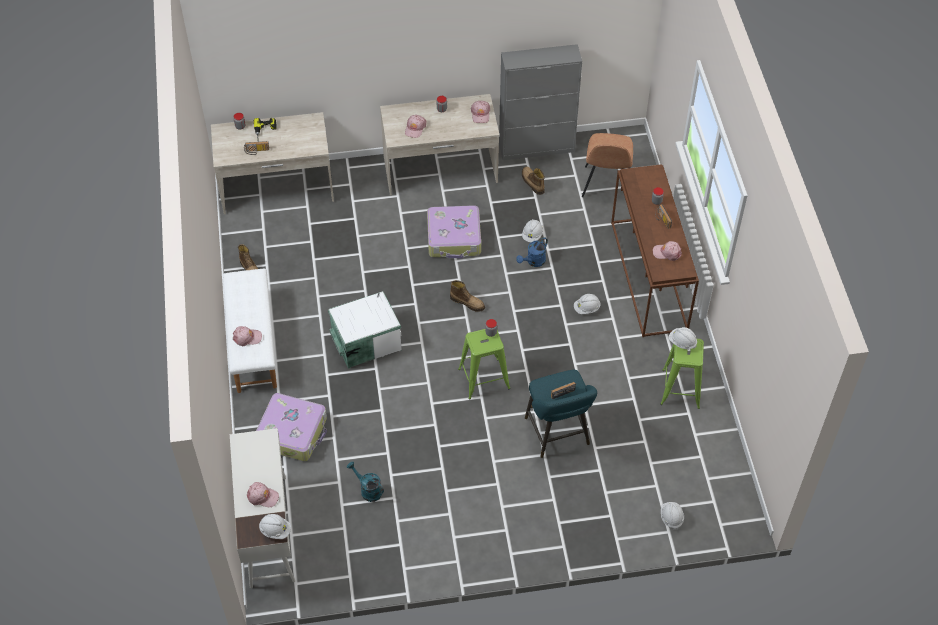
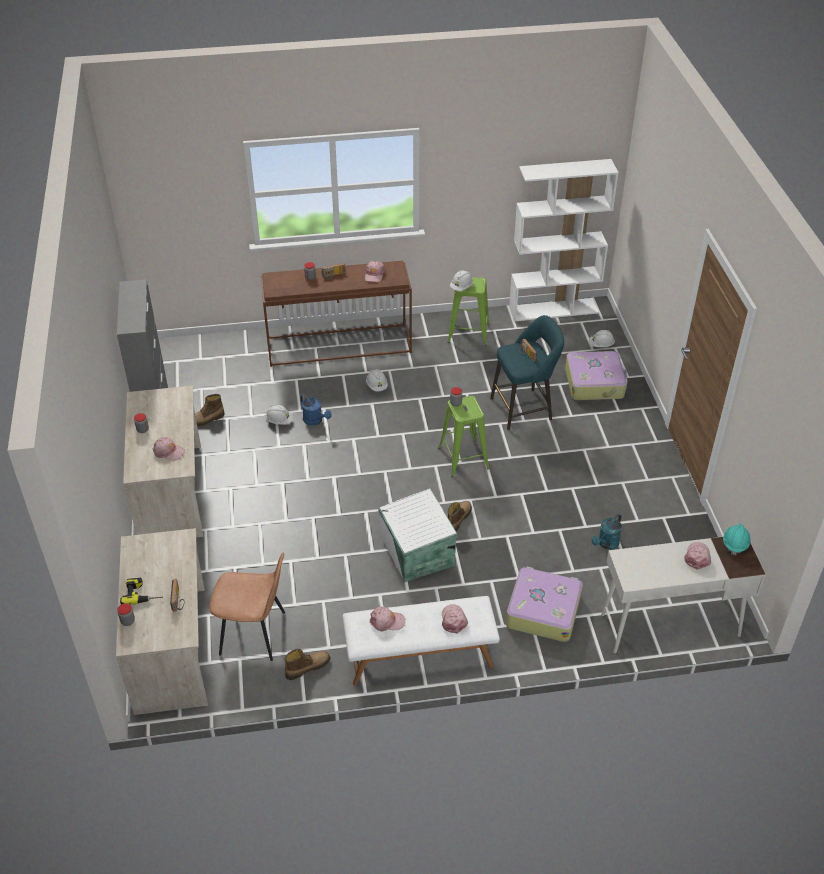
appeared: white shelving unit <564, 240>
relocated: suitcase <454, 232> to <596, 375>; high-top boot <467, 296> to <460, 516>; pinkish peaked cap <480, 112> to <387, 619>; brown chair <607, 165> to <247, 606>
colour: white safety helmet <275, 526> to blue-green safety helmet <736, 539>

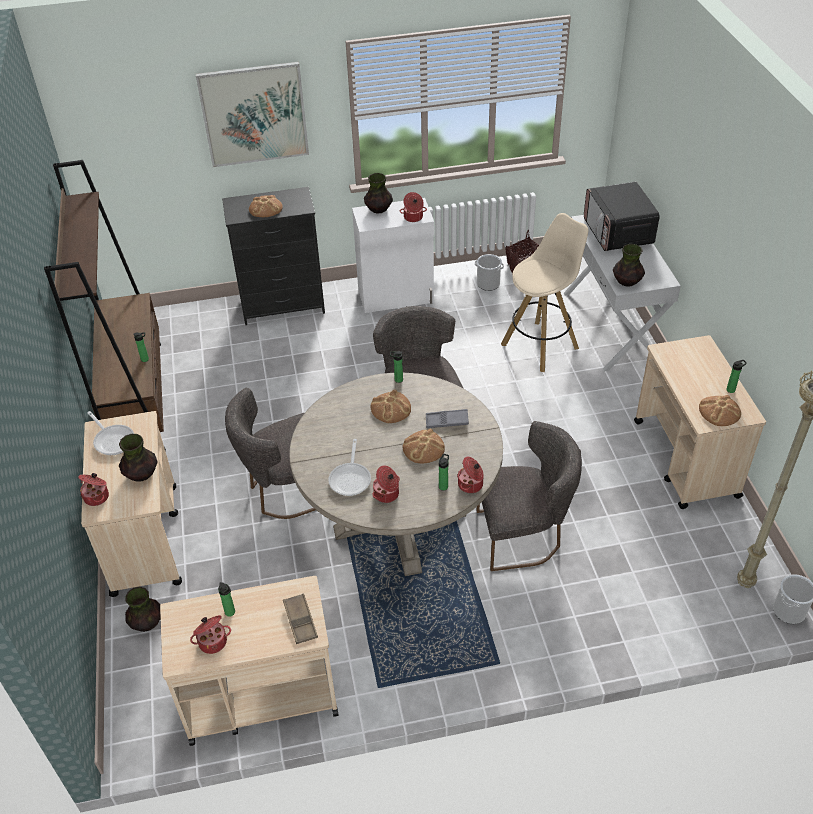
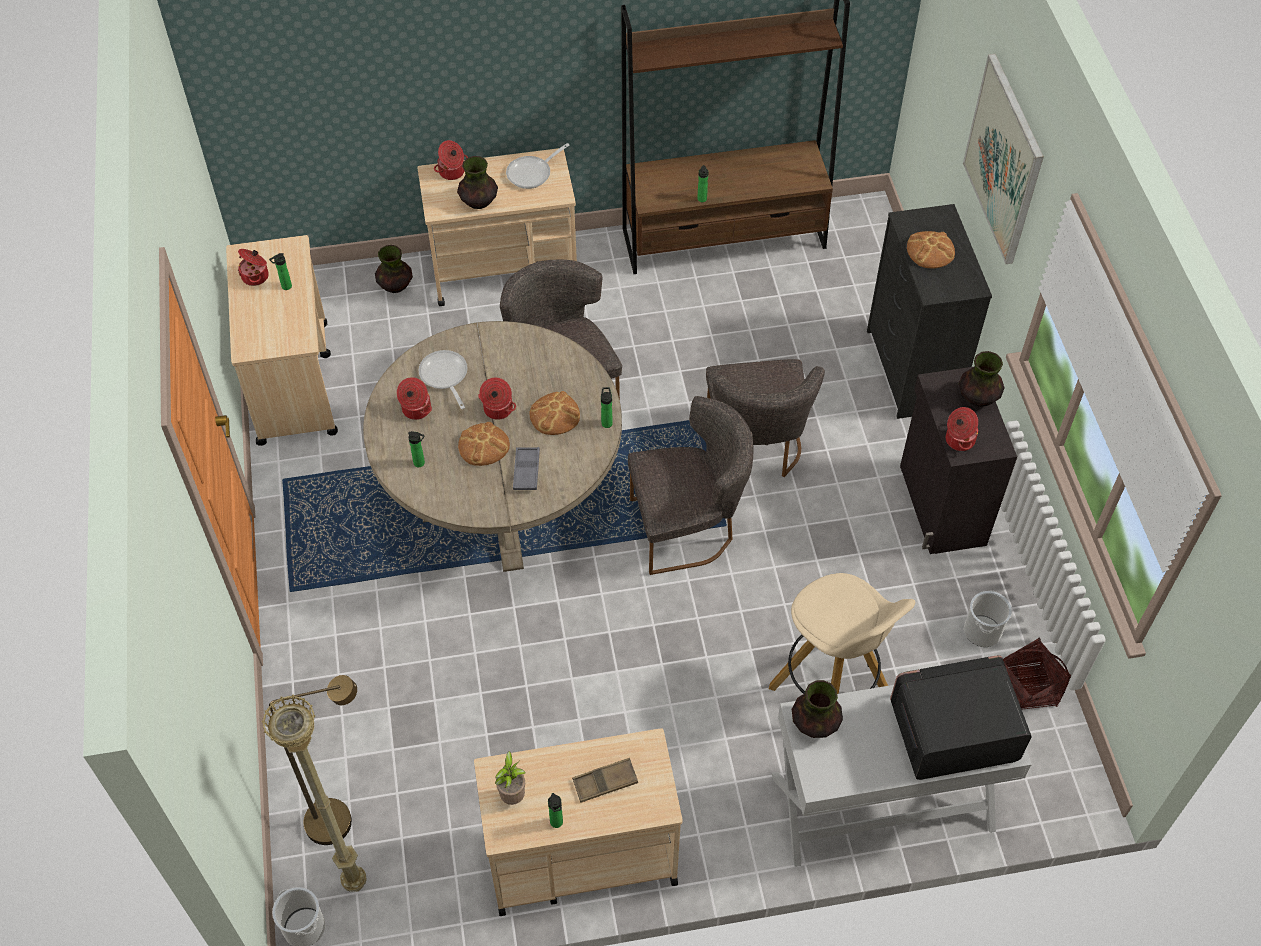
appeared: brown floor lamp <313, 760>
relocated: brown carrying tray <300, 618> to <605, 780>; stockpot <470, 475> to <497, 399>; greyish chair <529, 496> to <765, 418>
exchanged: bakery bread <720, 410> to houseplant <510, 778>
colour: white cabinet <393, 255> to black-coloured cabinet <958, 460>
spun: skillet <349, 467> = <443, 379> 60 degrees clockwise

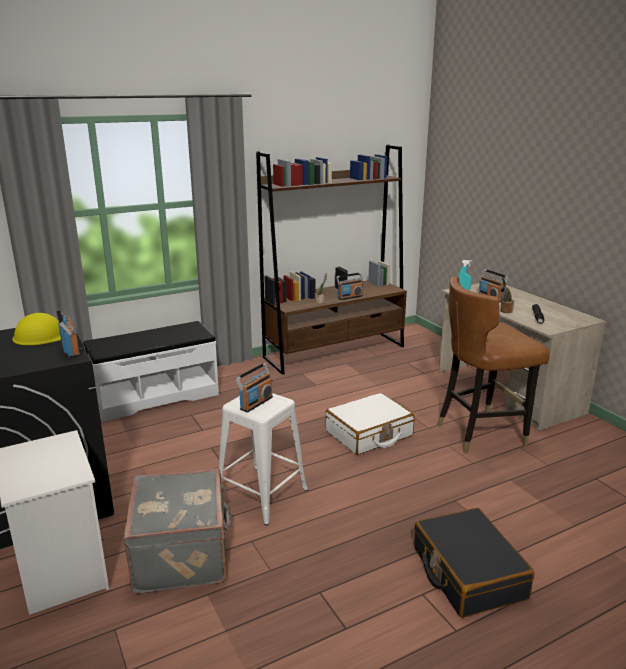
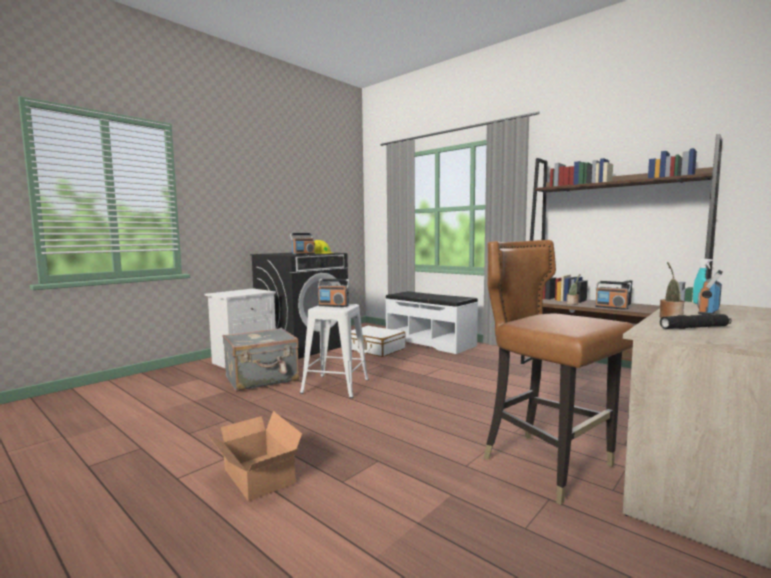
relocated: white suitcase <370, 424> to <378, 341>
exchanged: black-coloured suitcase <474, 563> to packing box <254, 456>

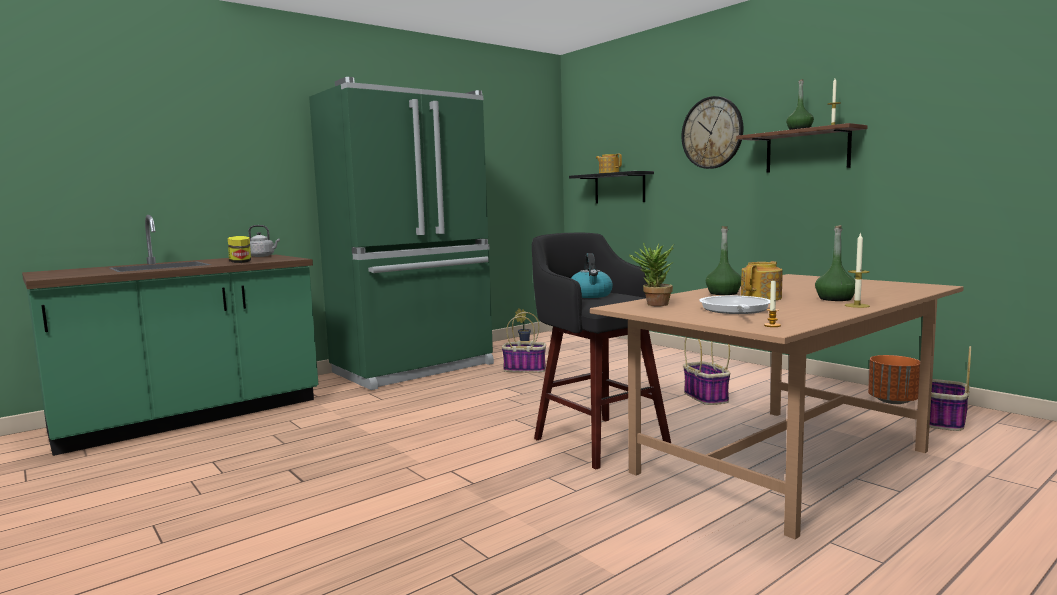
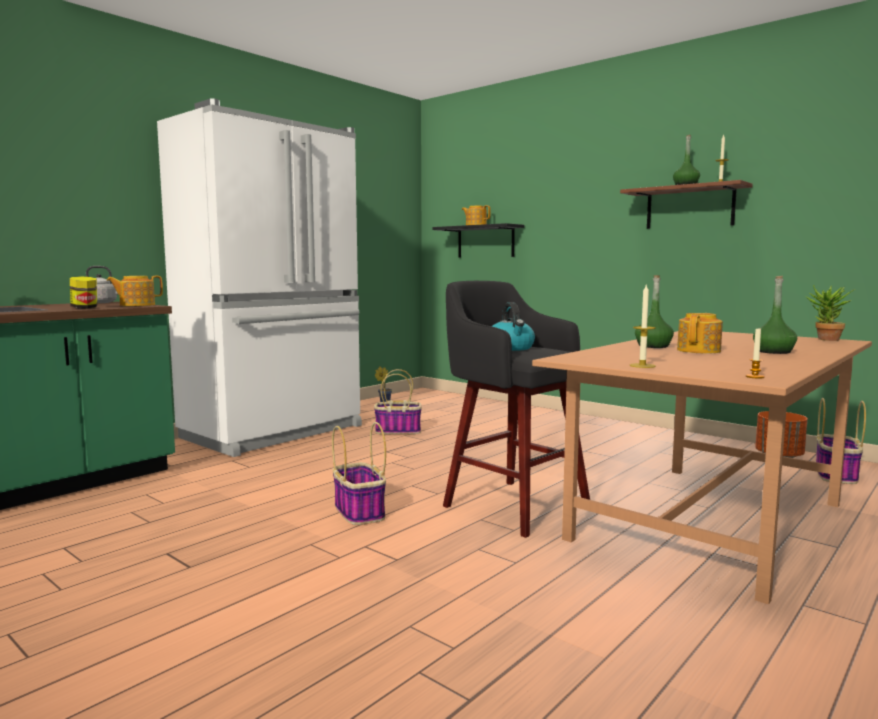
missing: clock on the wall <712, 132>; skillet <734, 305>
appeared: teapot <134, 291>
relocated: houseplant <651, 274> to <830, 313>; basket <706, 371> to <359, 473>; candle <857, 270> to <643, 326>
colour: green kitchen fridge <401, 233> to white kitchen fridge <259, 278>

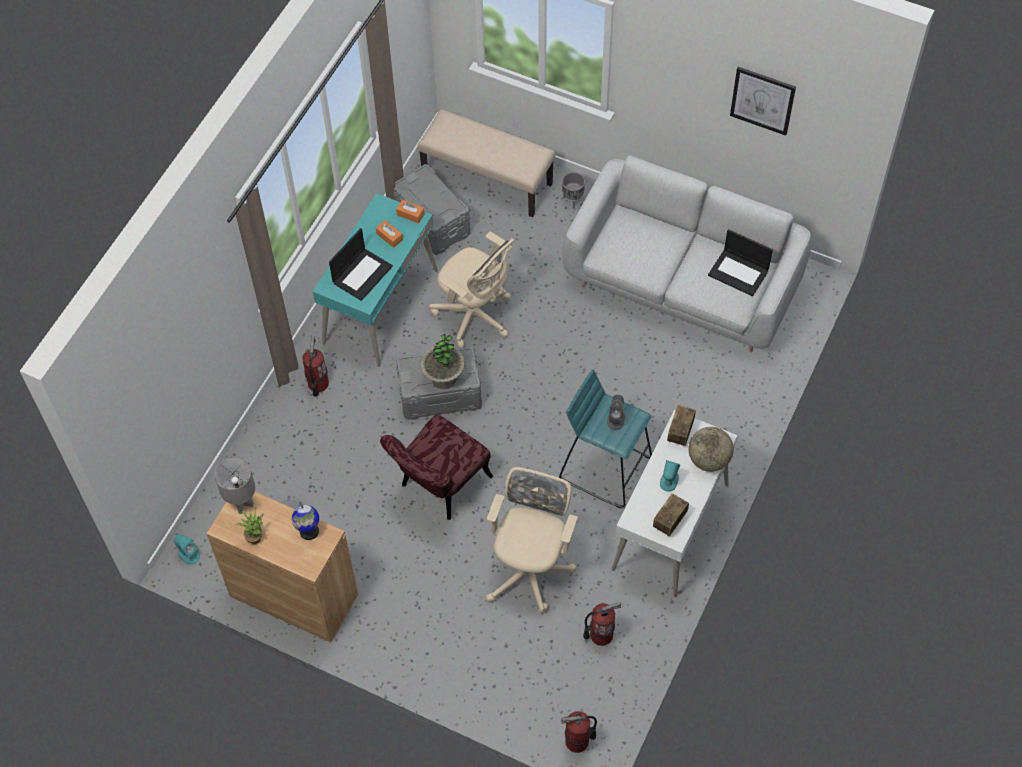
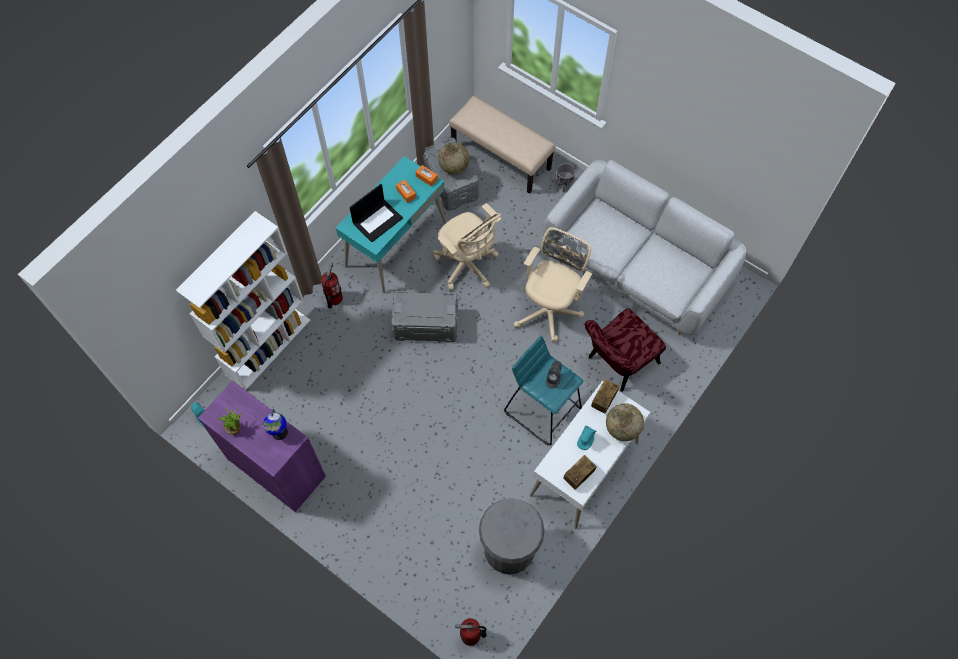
missing: greyish lamp for a table <235, 486>; houseplant <442, 361>; notebook computer <740, 262>; picture <763, 101>
appeared: white shelving unit <243, 300>; globe <453, 158>
relocated: red-coloured chair <436, 467> to <625, 350>; beige-coloured computer chair <532, 540> to <553, 285>
exchanged: fire-fighting cylinder <602, 624> to greyish waste bin <512, 536>
colour: brown cabinet <282, 567> to purple-coloured cabinet <262, 446>

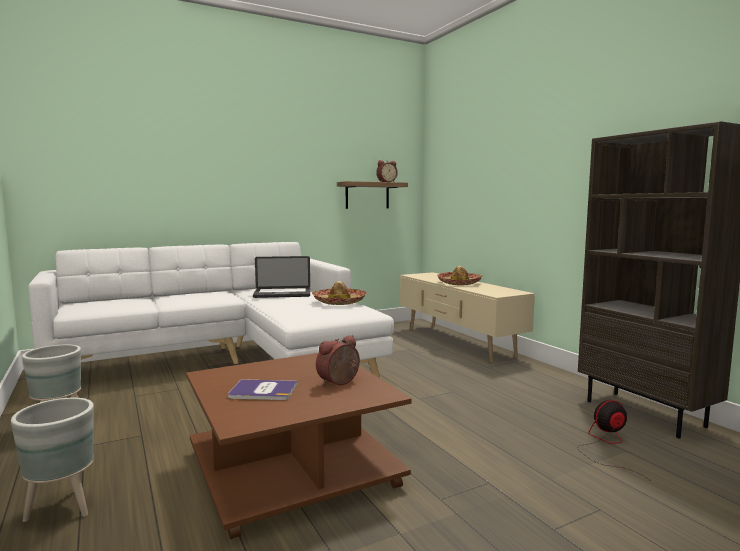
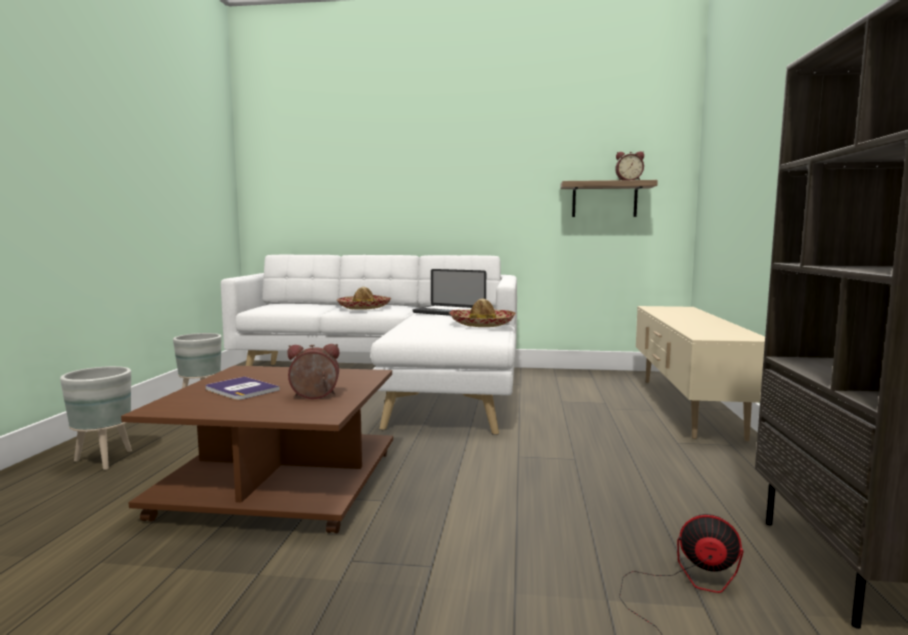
relocated: clothing hat <460, 276> to <364, 298>

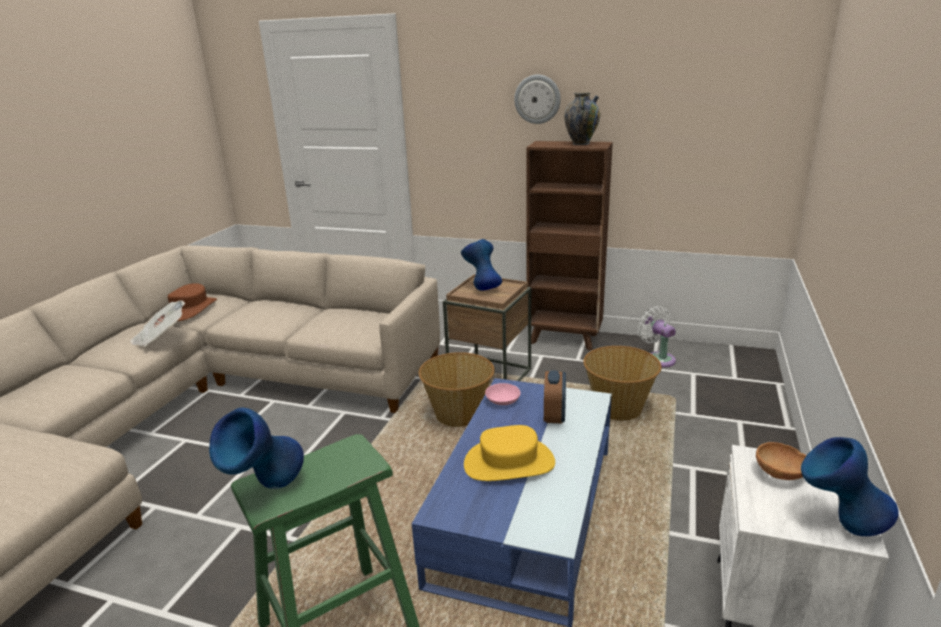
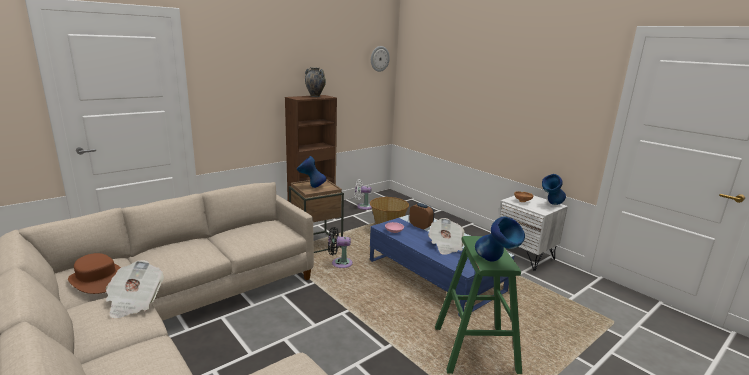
relocated: clock on the wall <537, 99> to <380, 59>
exchanged: basket <457, 389> to black-coloured fan <340, 247>; yellow-coloured clothing hat <509, 453> to newspaper <446, 236>

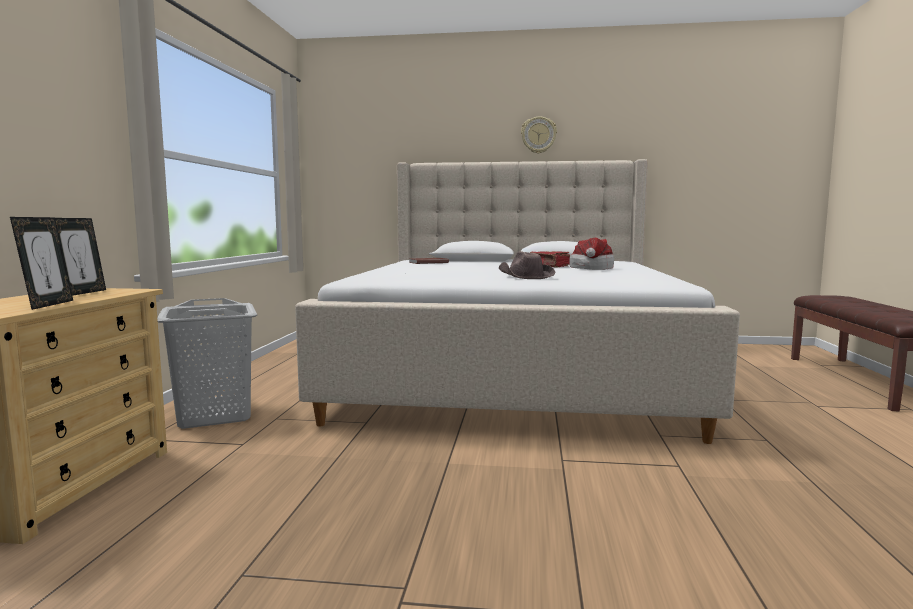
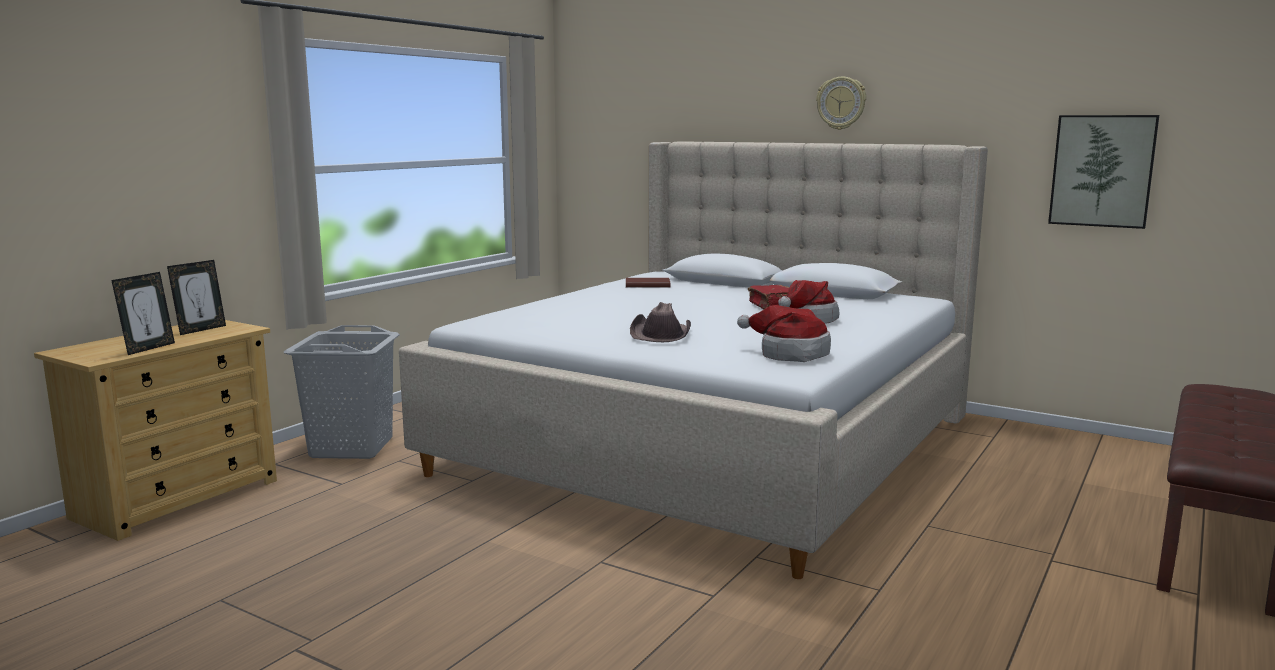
appeared: clothing hat <784, 333>; picture <1103, 172>

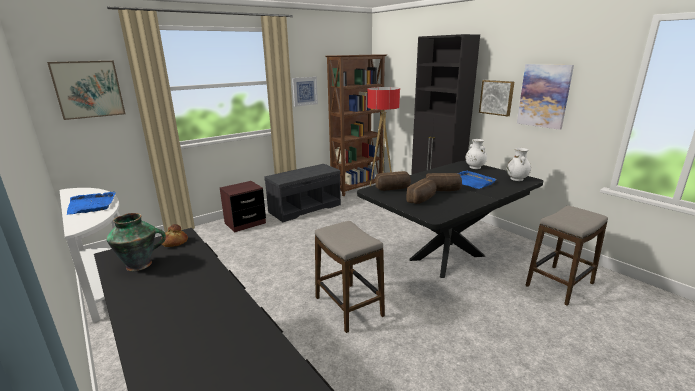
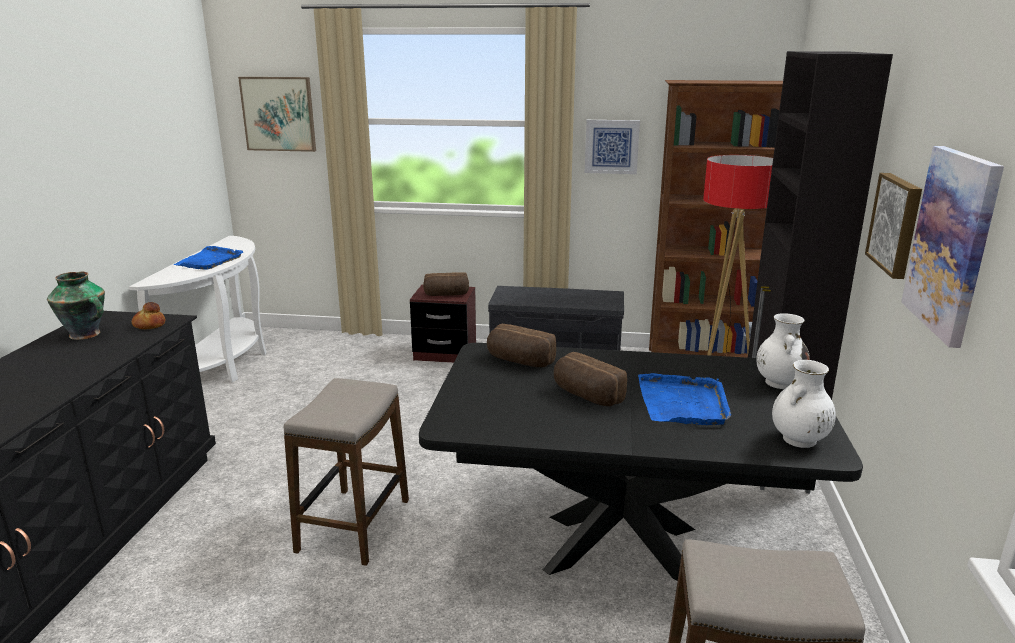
relocated: bakery bread <421, 191> to <446, 284>

